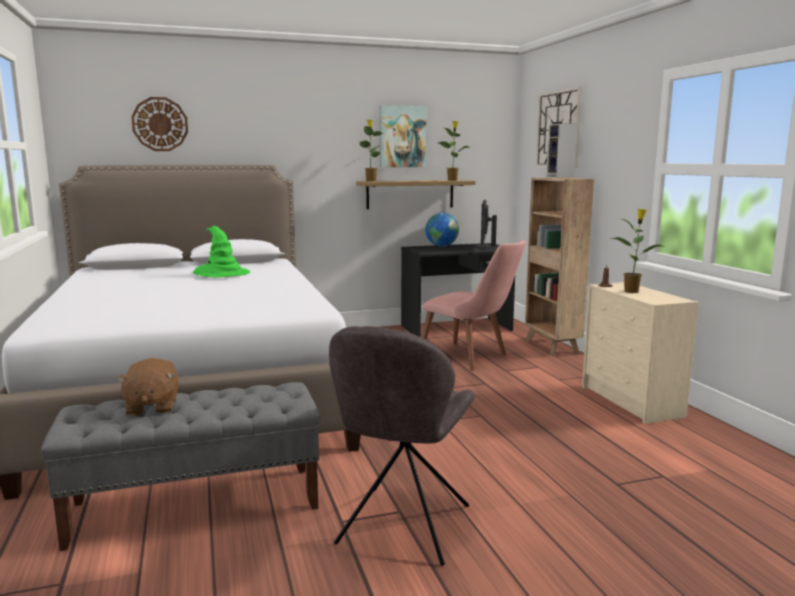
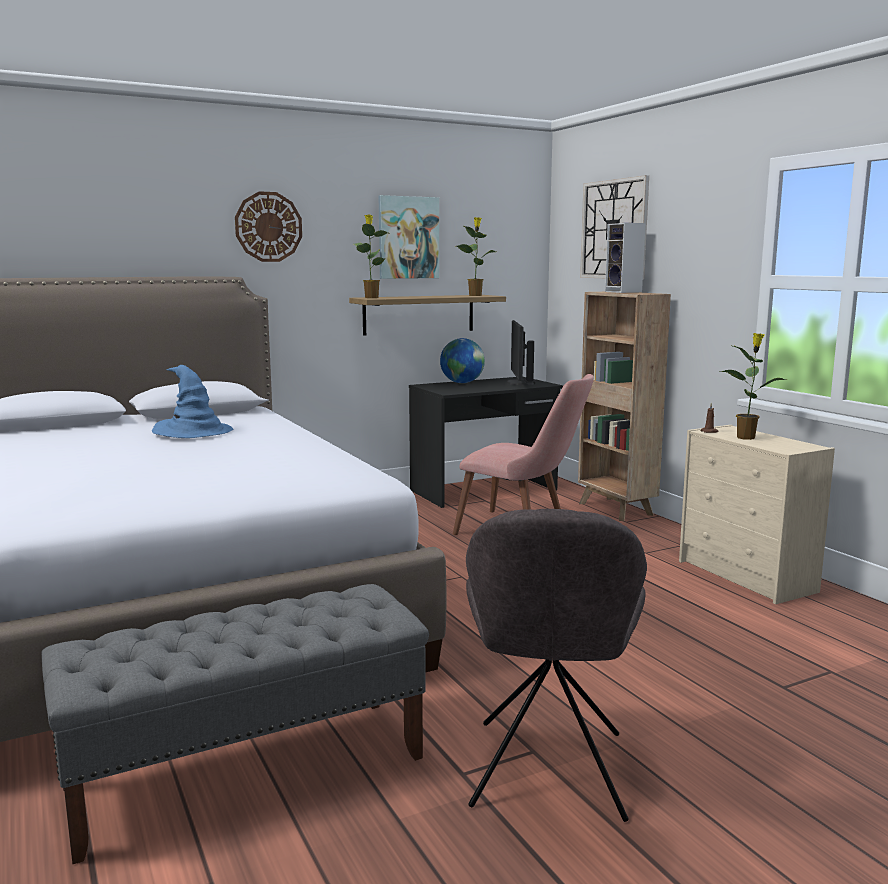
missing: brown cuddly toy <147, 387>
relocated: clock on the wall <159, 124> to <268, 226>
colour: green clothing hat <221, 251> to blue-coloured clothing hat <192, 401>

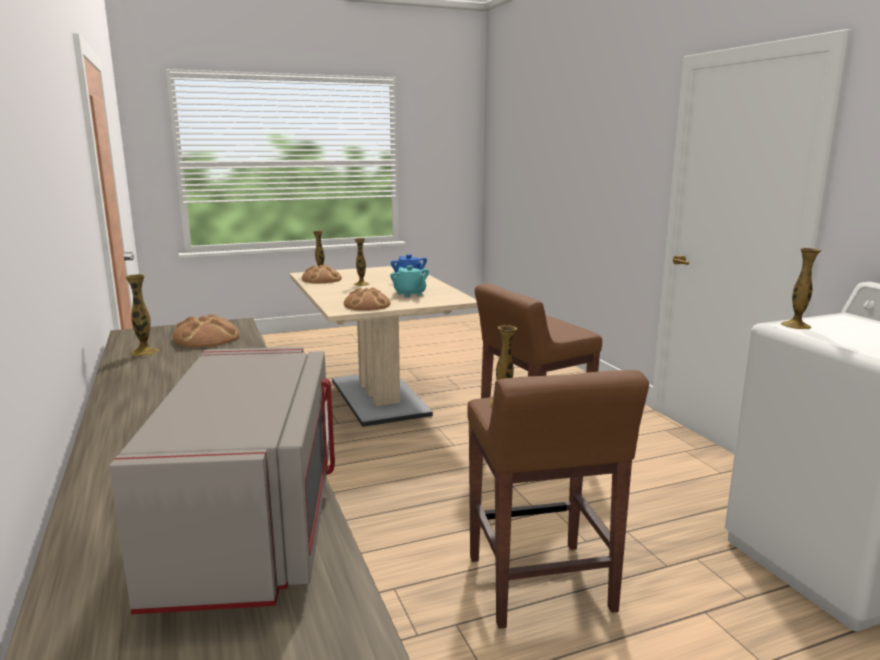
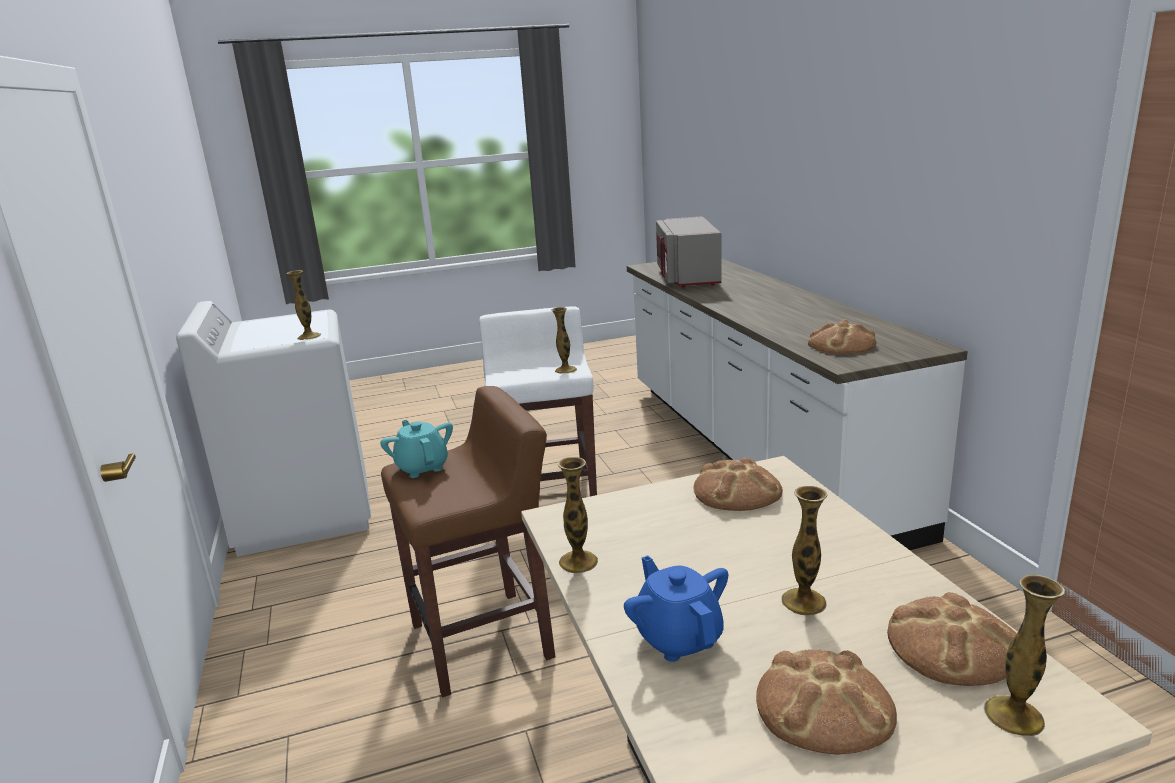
appeared: bakery bread <826, 702>
relocated: vase <142, 315> to <577, 515>; blue-green teapot <409, 281> to <416, 449>
colour: brown sitting stool <558, 499> to white sitting stool <538, 401>

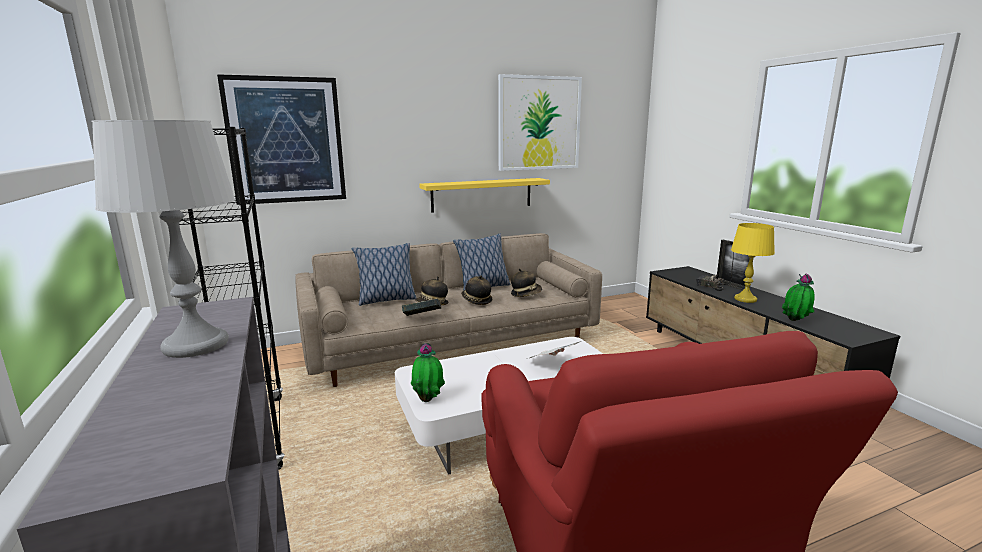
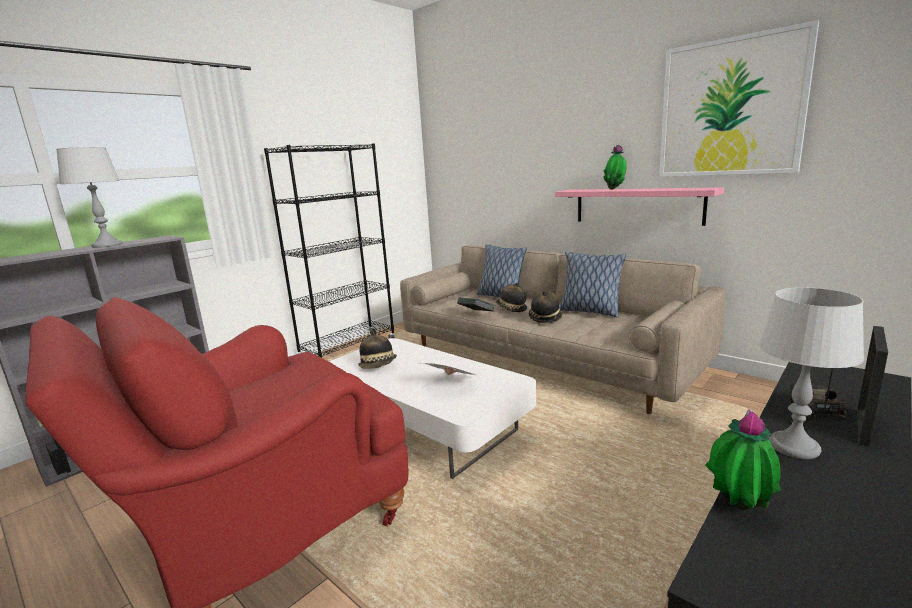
missing: picture <281, 139>
relocated: houseplant <428, 372> to <615, 167>; clothing hat <526, 282> to <377, 349>
colour: yellow-coloured wall shelf <484, 195> to pinkish wall shelf <639, 206>; yellow-coloured lamp for a table <753, 263> to greyish lamp for a table <811, 373>

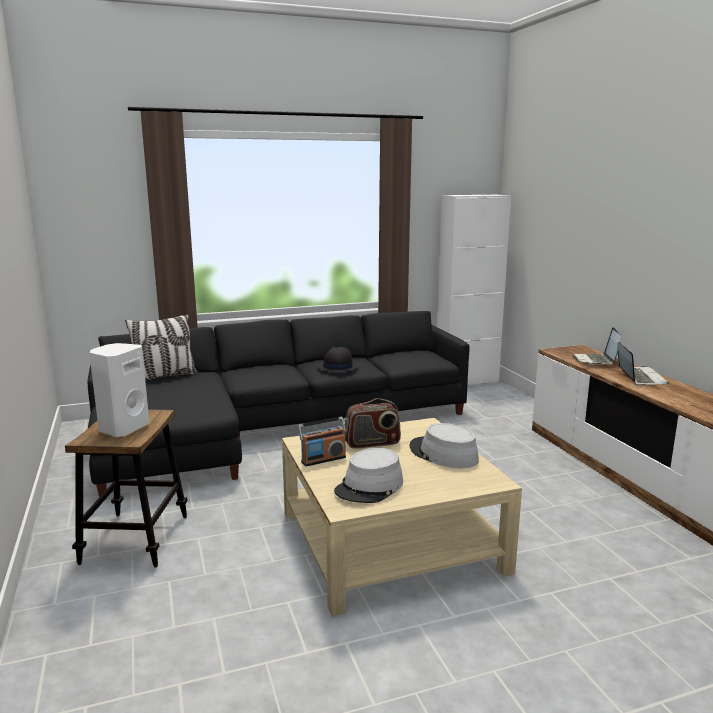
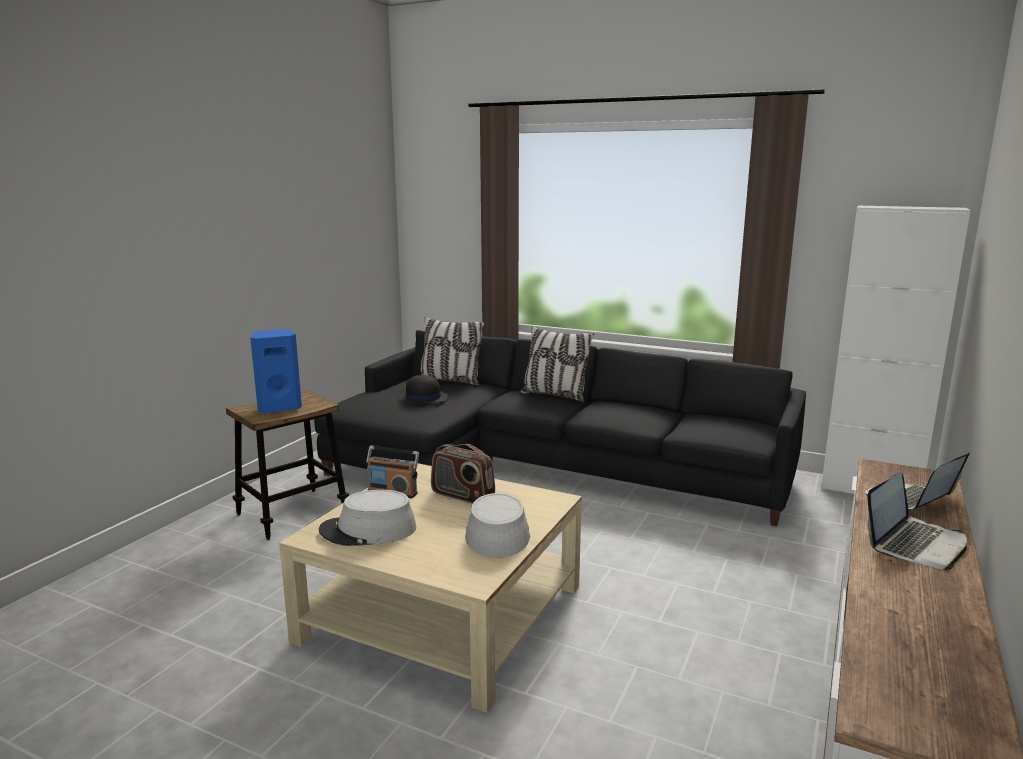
appeared: cushion <557, 364>
relocated: black-coloured clothing hat <337, 359> to <423, 389>
colour: white loudspeaker <119, 390> to blue-coloured loudspeaker <276, 371>

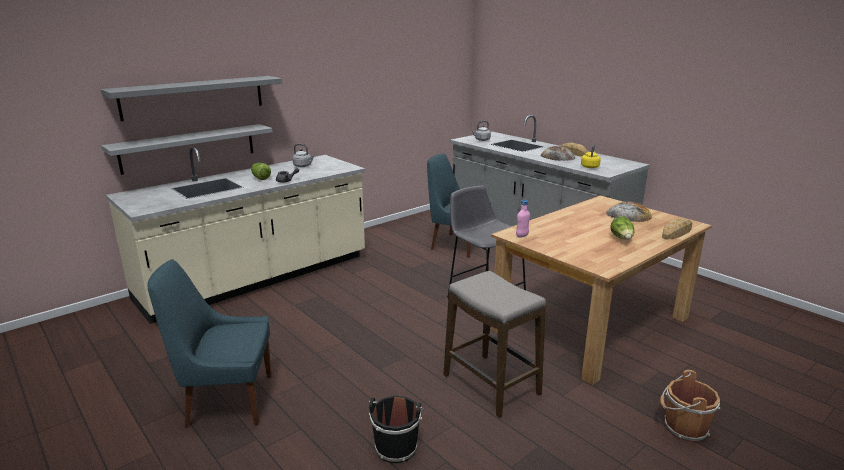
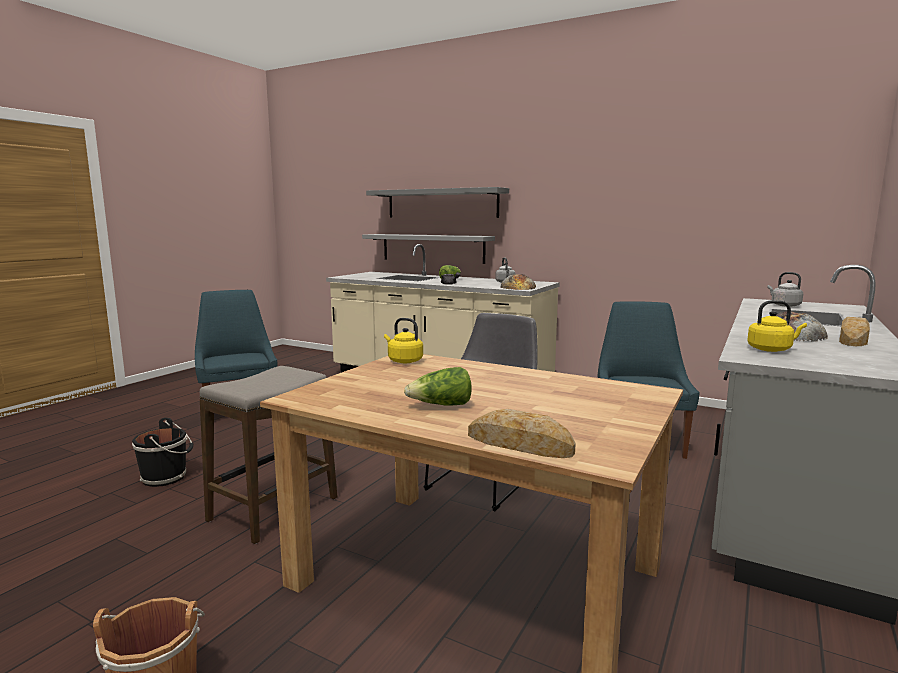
relocated: bakery bread <629, 211> to <518, 282>
exchanged: pinkish beverage bottle <523, 219> to yellow-coloured water kettle <403, 340>

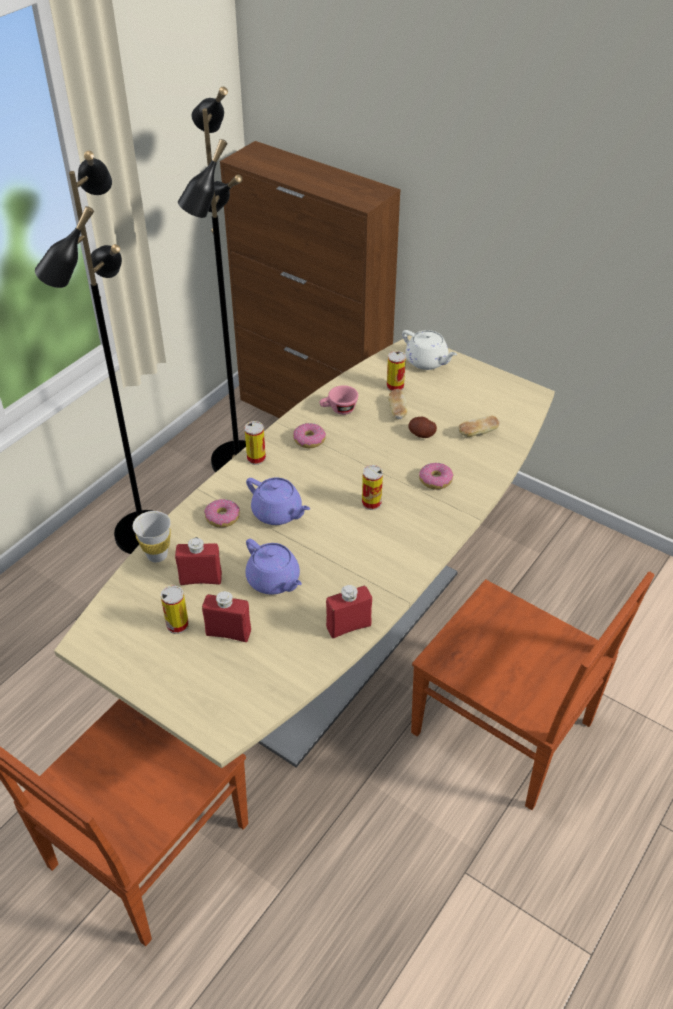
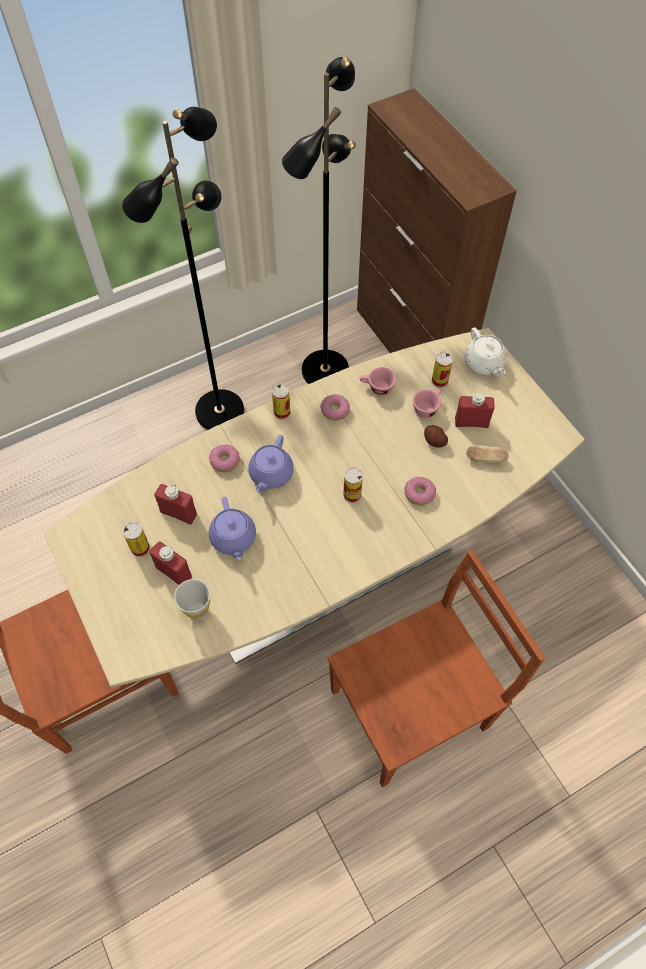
relocated: white drinking cup <152, 536> to <192, 599>; red-coloured beverage bottle <349, 611> to <475, 410>
exchanged: bakery bread <398, 404> to pinkish drinking cup <427, 403>
spun: purple-coloured teapot <278, 501> = <271, 463> 45 degrees clockwise; brown chair <533, 691> = <436, 668> 90 degrees counterclockwise

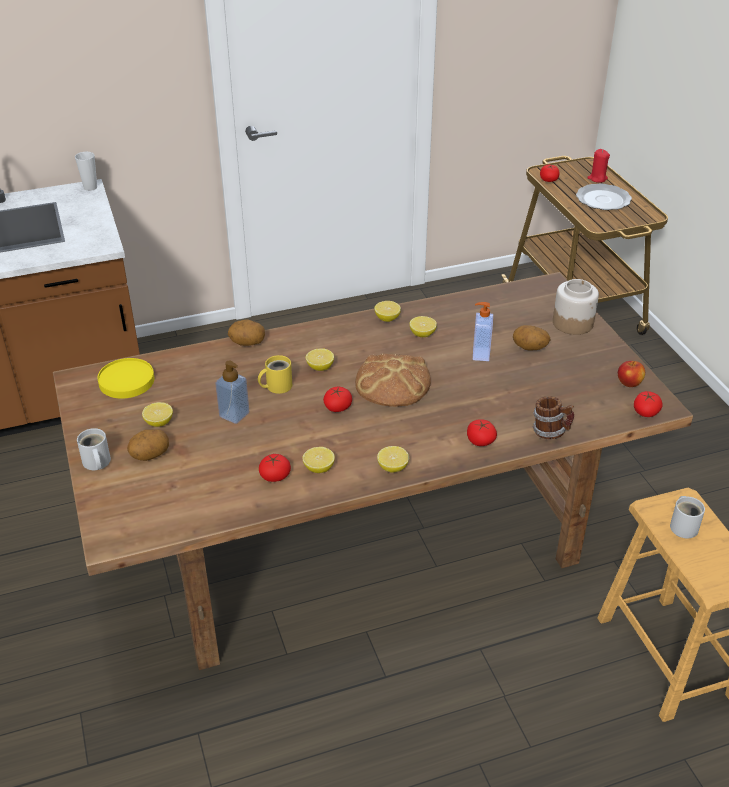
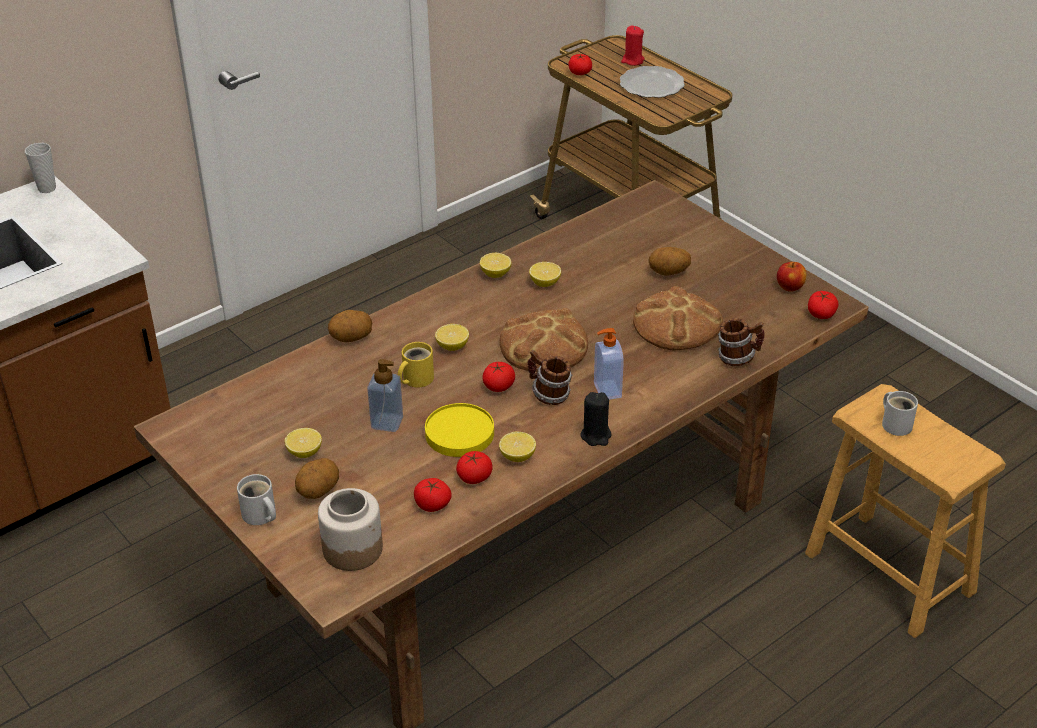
appeared: tea mug <550, 377>; bakery bread <678, 318>
relocated: yellow-coloured plate <125, 378> to <459, 430>; whole tomato <482, 432> to <433, 495>; soap bottle <483, 331> to <609, 364>; jar <576, 307> to <350, 529>
exchanged: whole lemon <393, 459> to black-coloured candle <596, 419>

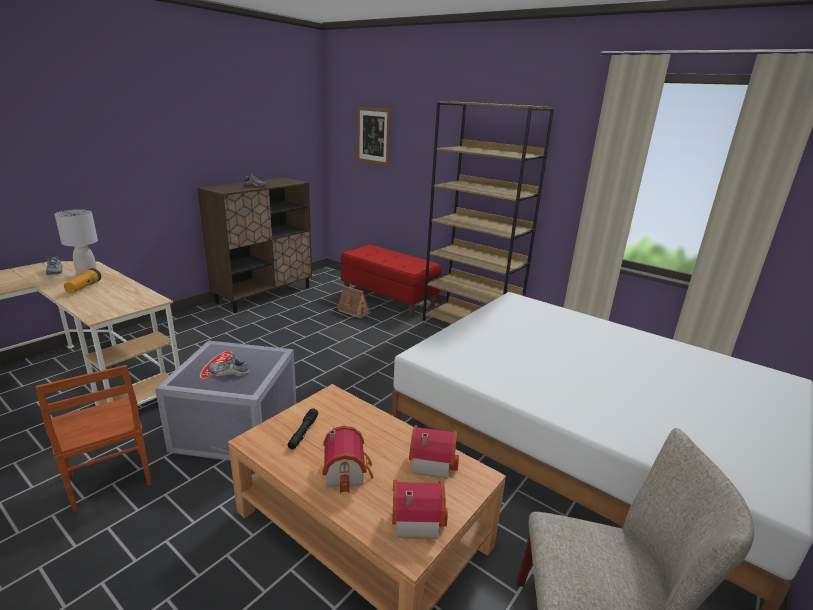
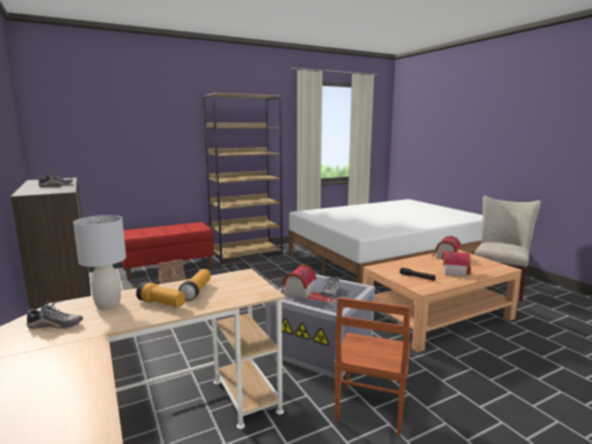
missing: picture <374, 136>
appeared: flashlight <195, 285>
relocated: miniature house <420, 509> to <299, 282>
spun: brown chair <93, 439> = <372, 367> 120 degrees clockwise

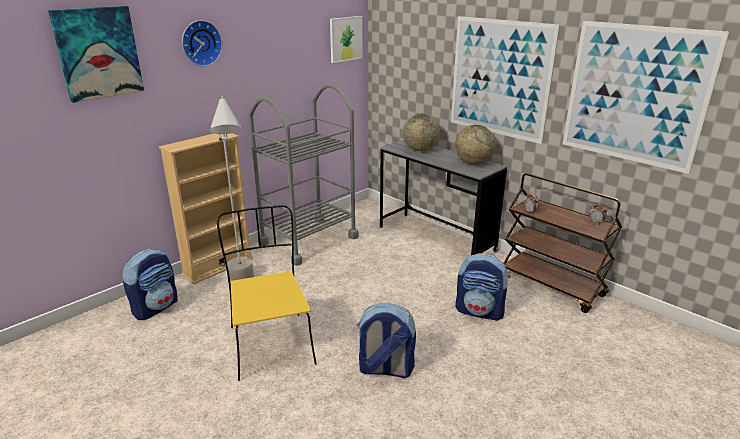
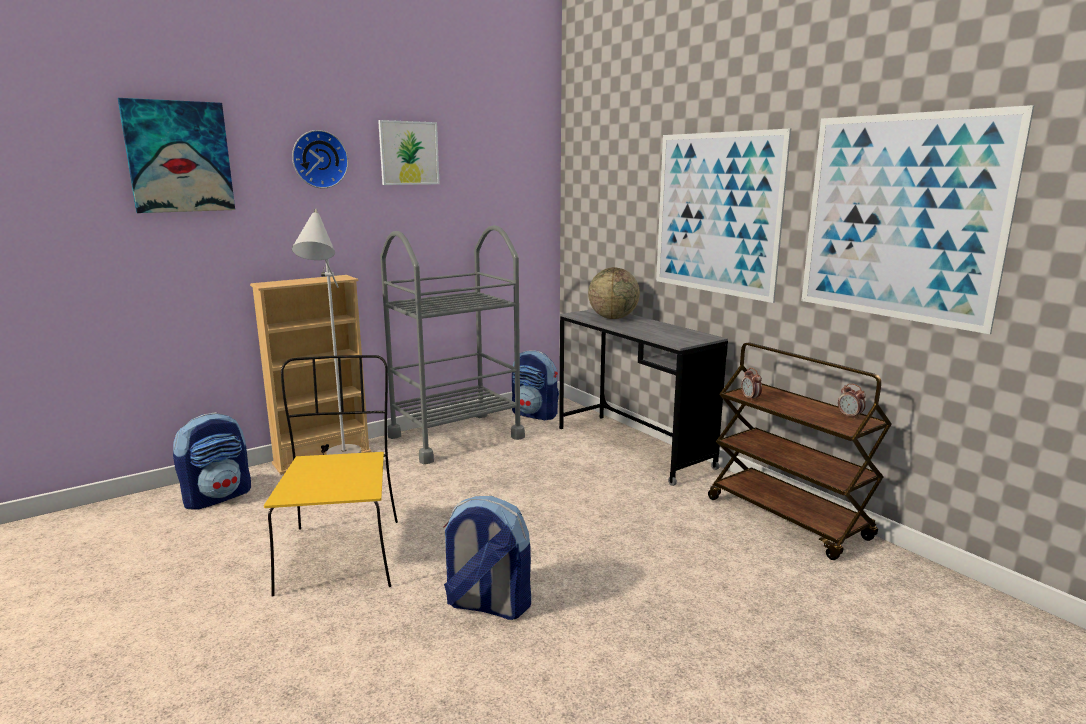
missing: globe <475, 145>
relocated: picture <346, 39> to <408, 152>; knapsack <482, 287> to <535, 385>

